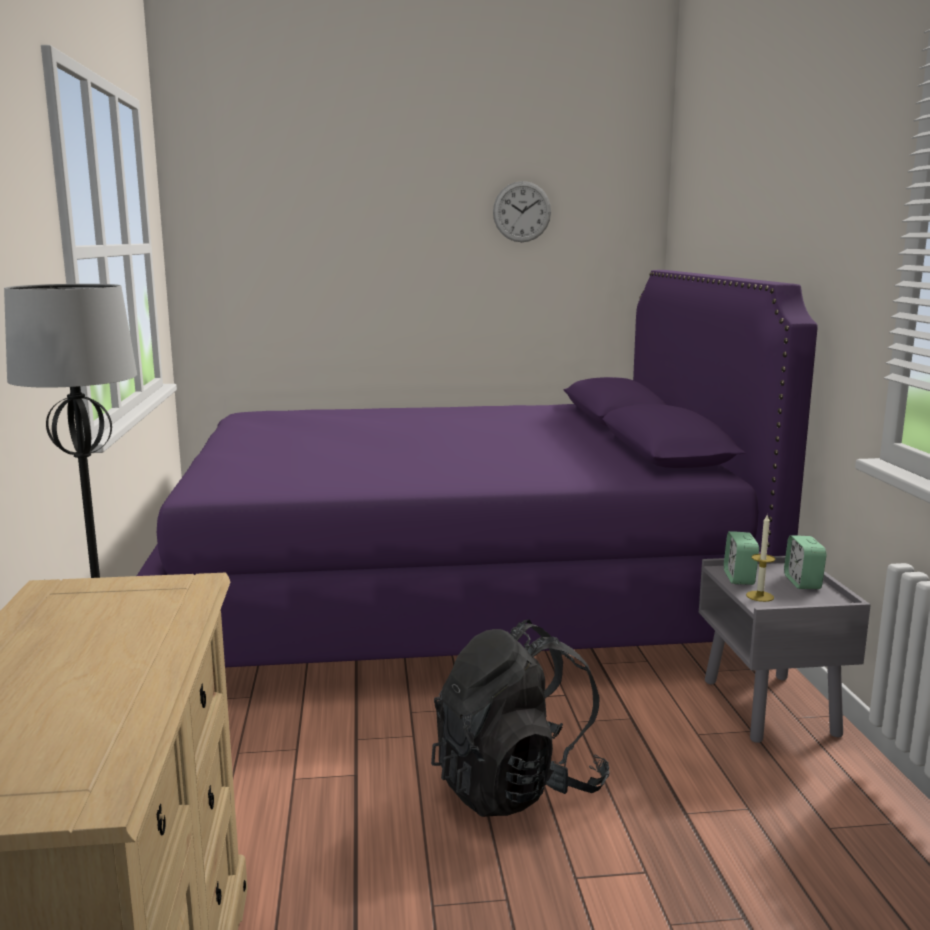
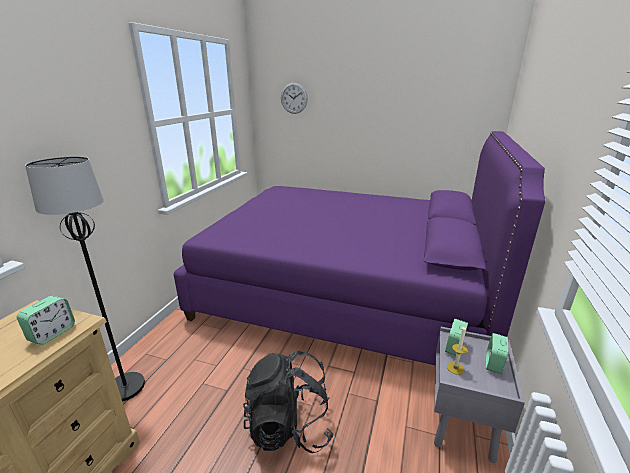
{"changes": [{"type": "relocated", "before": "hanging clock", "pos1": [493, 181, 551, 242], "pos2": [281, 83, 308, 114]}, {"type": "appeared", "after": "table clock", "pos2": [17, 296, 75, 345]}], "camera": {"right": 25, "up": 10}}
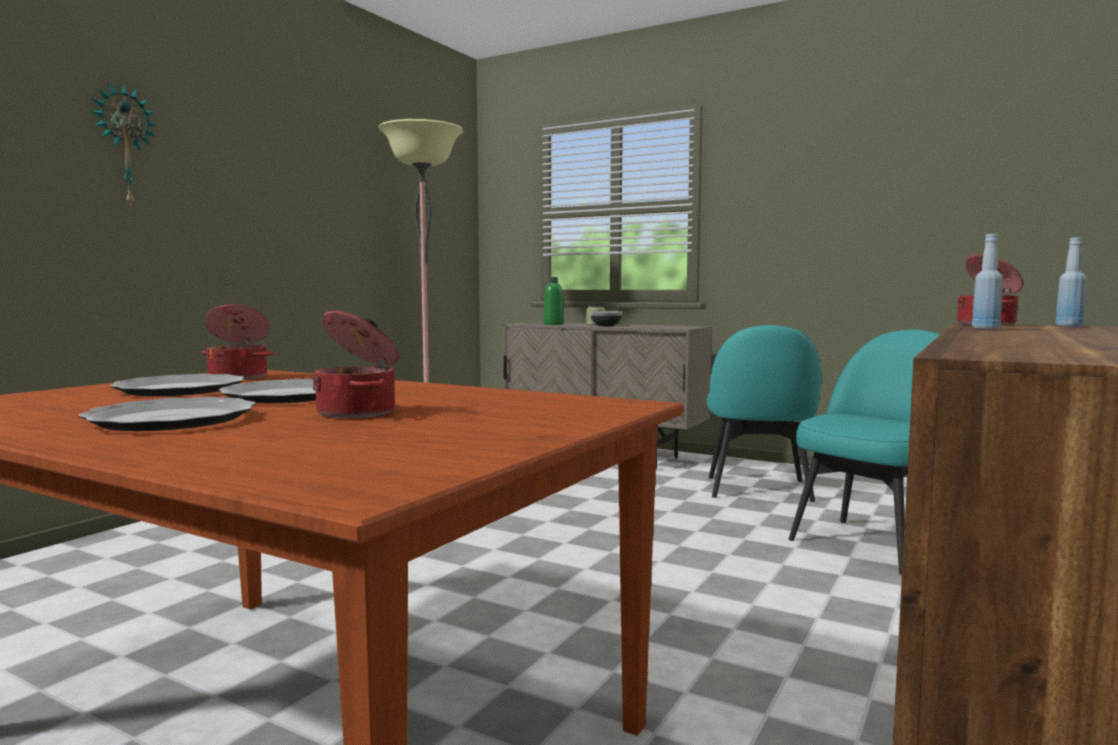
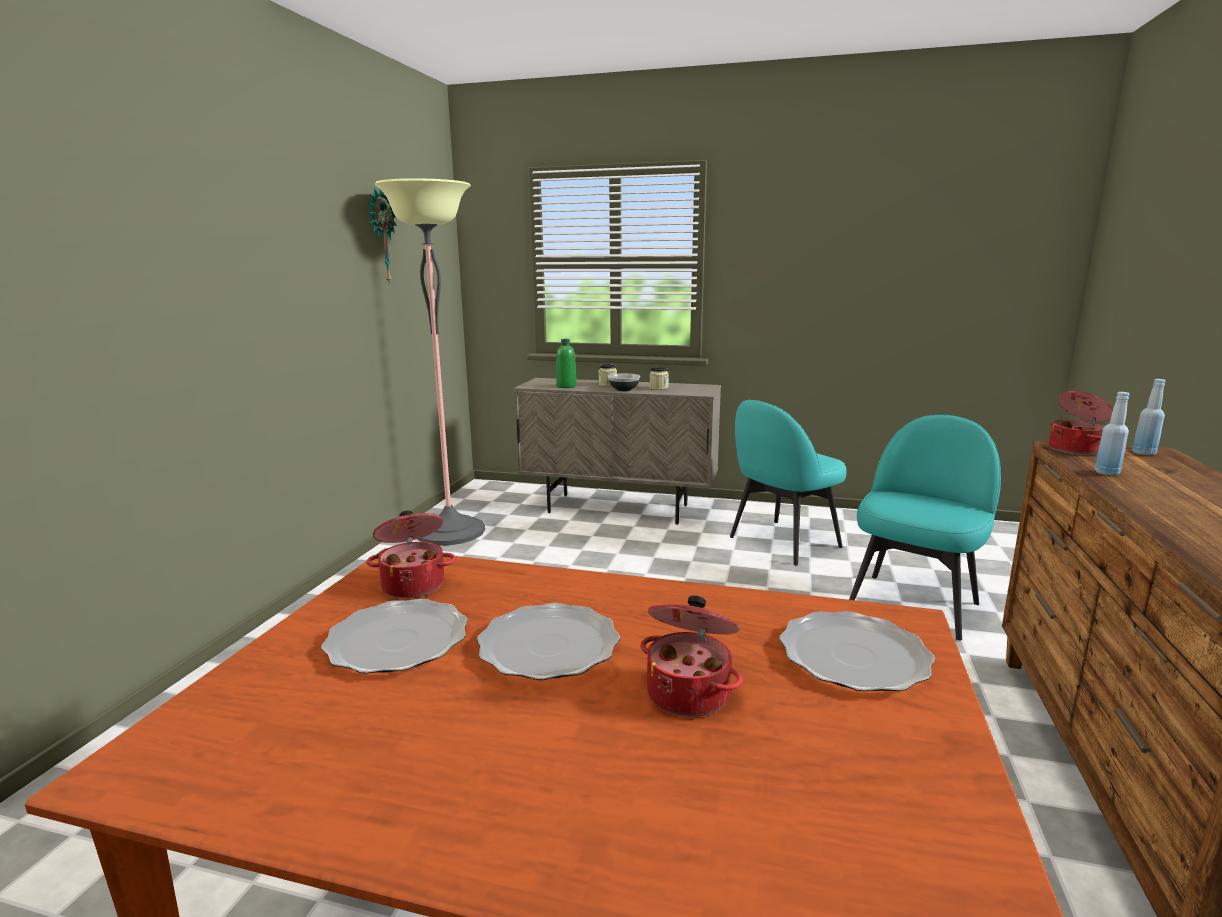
{"changes": [{"type": "relocated", "before": "hanging clock", "pos1": [90, 82, 158, 208], "pos2": [368, 188, 397, 285]}, {"type": "spun", "before": "blue-green chair", "pos1": [707, 325, 821, 502], "pos2": [730, 400, 847, 566], "turn": 60}, {"type": "relocated", "before": "flat dish", "pos1": [78, 397, 256, 431], "pos2": [779, 611, 935, 691]}, {"type": "appeared", "after": "jar", "pos2": [649, 367, 669, 390]}], "camera": {"right": -15, "up": 10}}
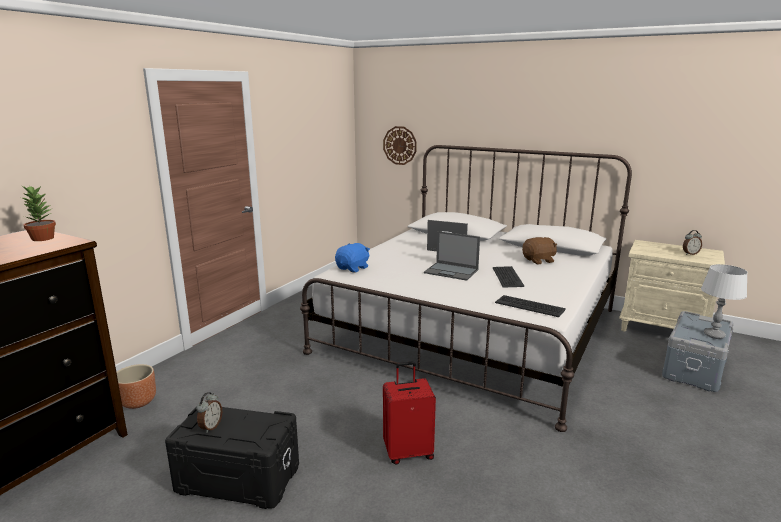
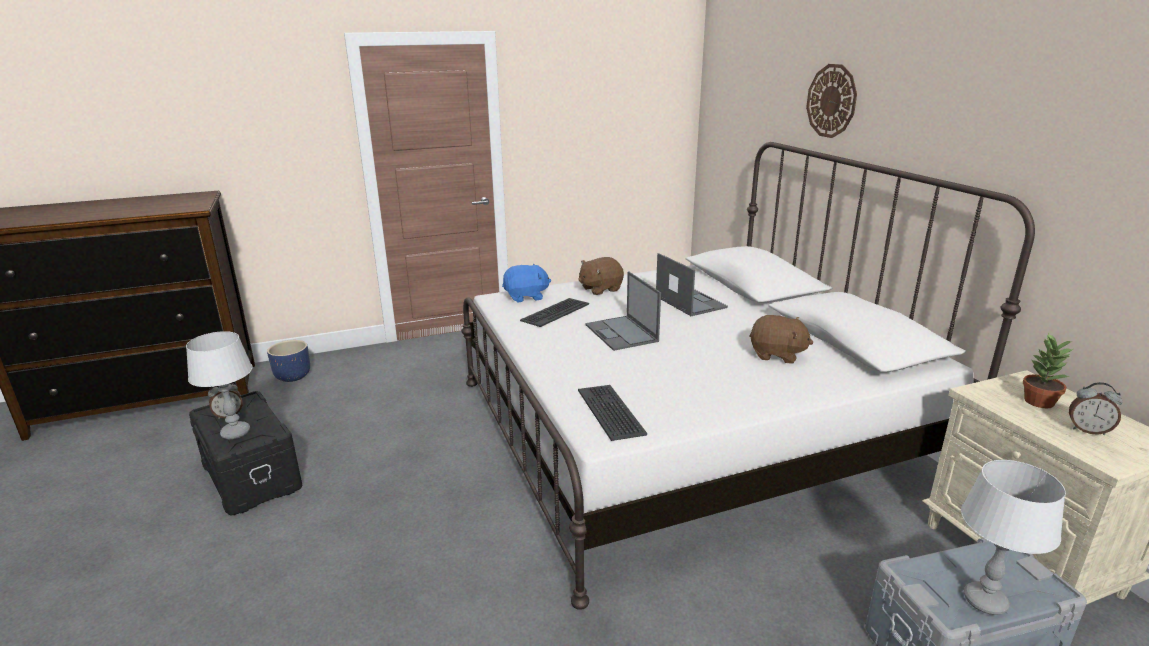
{"changes": [{"type": "relocated", "before": "hanging clock", "pos1": [383, 126, 417, 165], "pos2": [806, 64, 857, 138]}, {"type": "relocated", "before": "plant in a pot", "pos1": [22, 185, 56, 241], "pos2": [1023, 332, 1073, 409]}, {"type": "relocated", "before": "computer keyboard", "pos1": [493, 266, 524, 288], "pos2": [520, 298, 589, 327]}, {"type": "missing", "before": "reddish travel case", "pos1": [383, 362, 436, 465]}, {"type": "colour", "before": "brown plant pot", "after": "bluish plant pot", "pos1": [116, 364, 156, 409], "pos2": [267, 340, 310, 382]}, {"type": "appeared", "after": "brown plush toy", "pos2": [578, 257, 624, 295]}, {"type": "appeared", "after": "gray lamp for a table", "pos2": [186, 331, 253, 439]}], "camera": {"right": 40, "up": 5}}
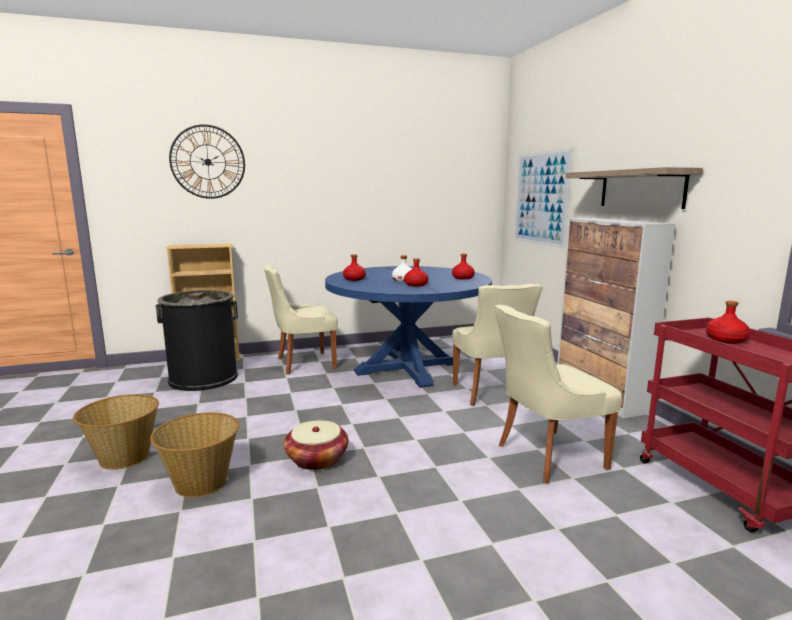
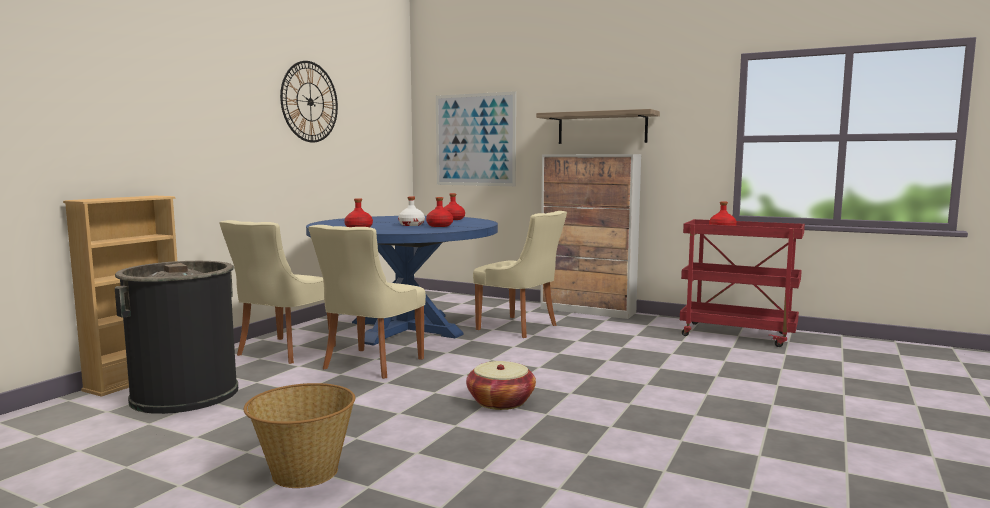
{"changes": [{"type": "relocated", "before": "hanging clock", "pos1": [169, 124, 245, 199], "pos2": [280, 61, 338, 142]}, {"type": "relocated", "before": "sand-coloured chair", "pos1": [494, 305, 622, 484], "pos2": [308, 225, 426, 379]}, {"type": "missing", "before": "household basket", "pos1": [150, 412, 240, 498]}], "camera": {"right": -45, "up": -5}}
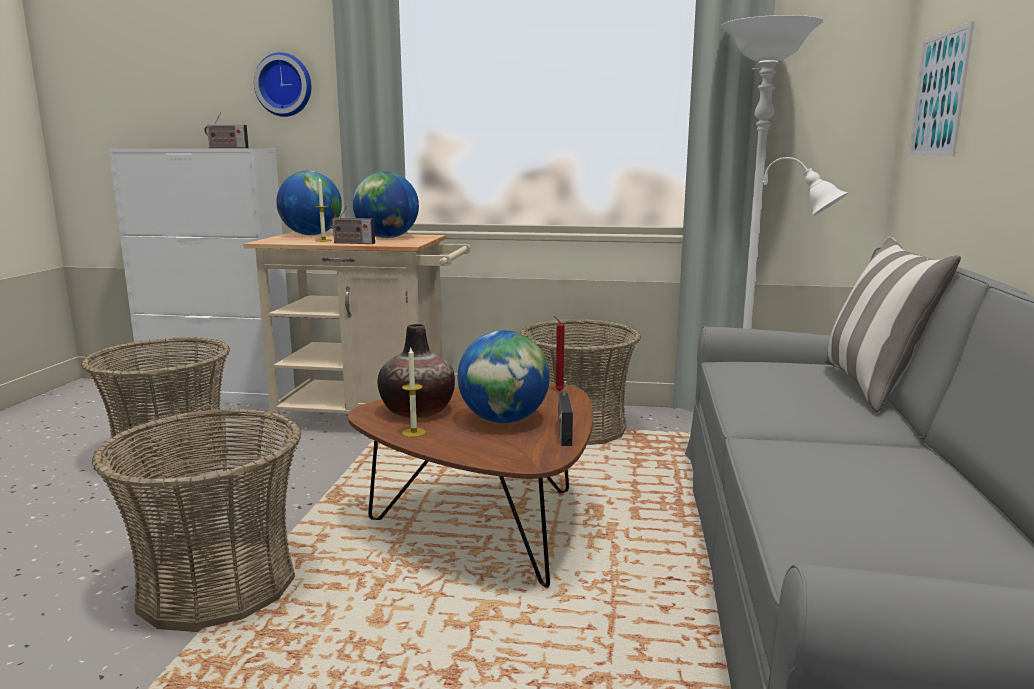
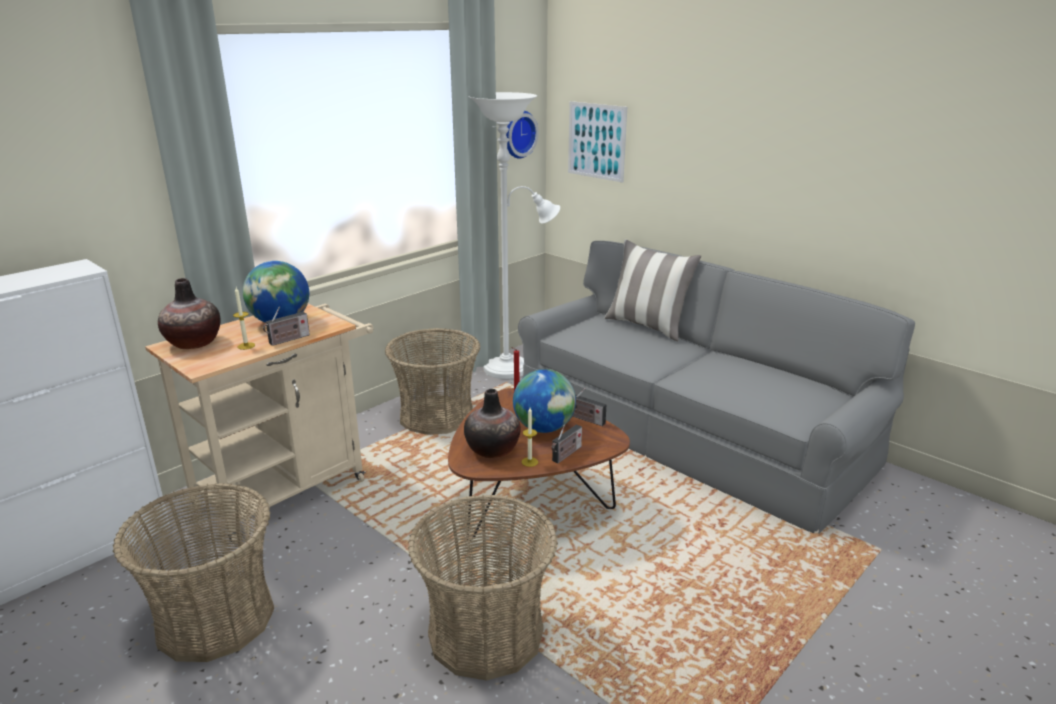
{"changes": [{"type": "relocated", "before": "hanging clock", "pos1": [254, 52, 311, 117], "pos2": [506, 111, 539, 158]}, {"type": "relocated", "before": "radio", "pos1": [204, 112, 249, 148], "pos2": [551, 424, 582, 463]}, {"type": "exchanged", "before": "world globe", "after": "decorative vase", "pos1": [276, 171, 342, 235], "pos2": [158, 278, 221, 349]}], "camera": {"right": -55, "up": 10}}
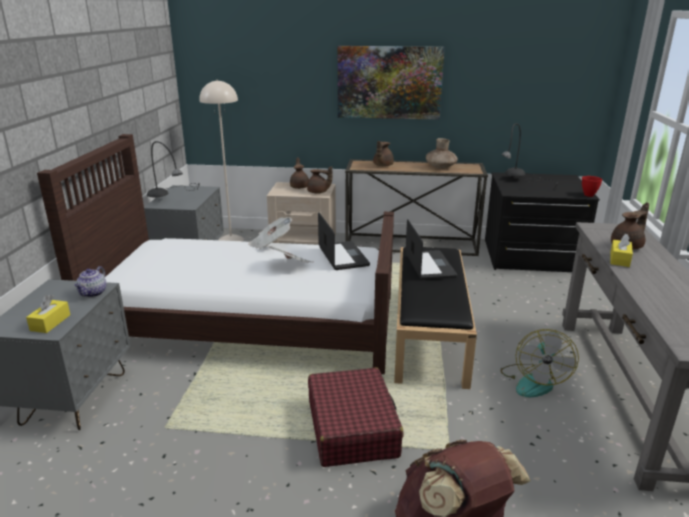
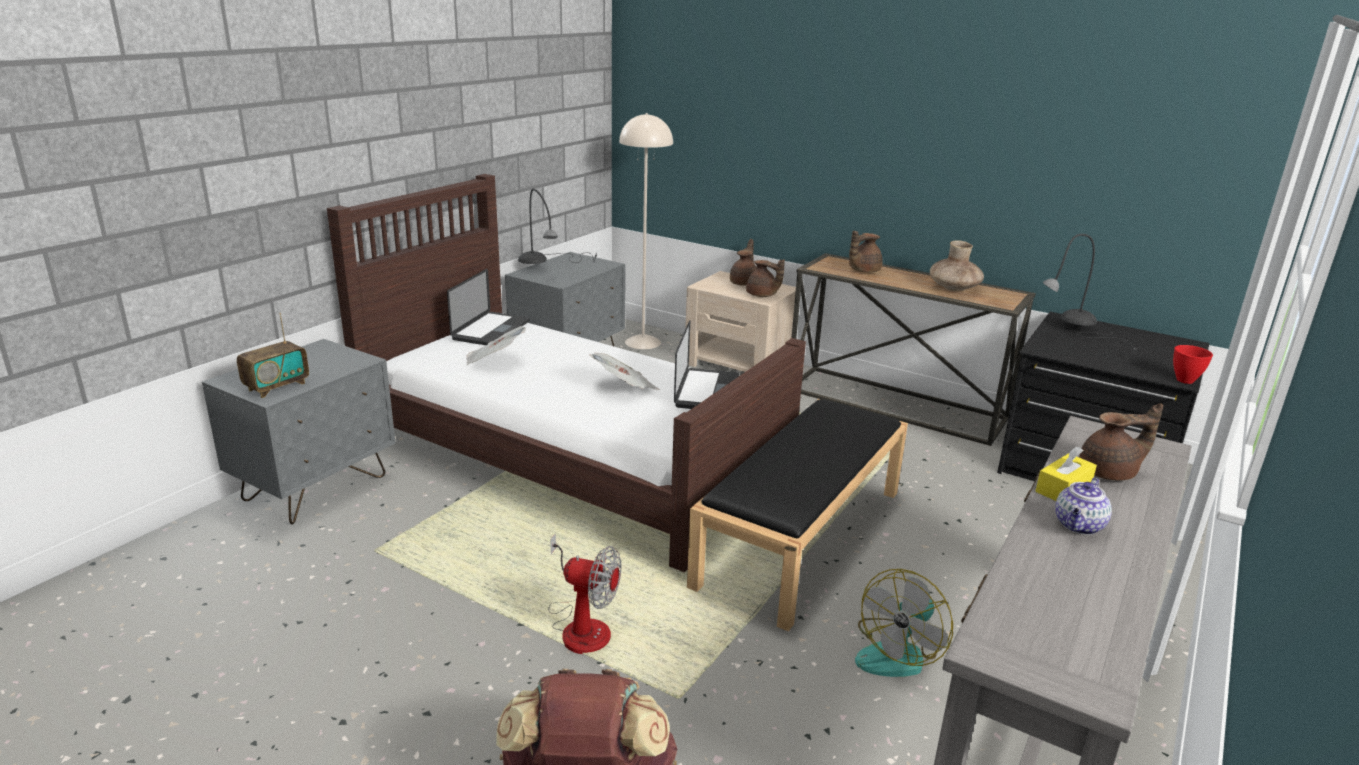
{"changes": [{"type": "missing", "before": "wall art", "pos1": [338, 46, 445, 120]}, {"type": "relocated", "before": "printed paper", "pos1": [248, 217, 292, 249], "pos2": [466, 326, 526, 365]}, {"type": "relocated", "before": "portable computer", "pos1": [405, 219, 457, 280], "pos2": [447, 269, 530, 345]}, {"type": "relocated", "before": "pot for tea", "pos1": [75, 266, 107, 297], "pos2": [1055, 478, 1112, 535]}, {"type": "exchanged", "before": "yellowish tissue holder", "after": "radio", "pos1": [26, 295, 70, 333], "pos2": [237, 313, 309, 398]}, {"type": "exchanged", "before": "reddish travel case", "after": "cooling fan", "pos1": [308, 367, 404, 467], "pos2": [548, 533, 621, 654]}], "camera": {"right": 25, "up": 0}}
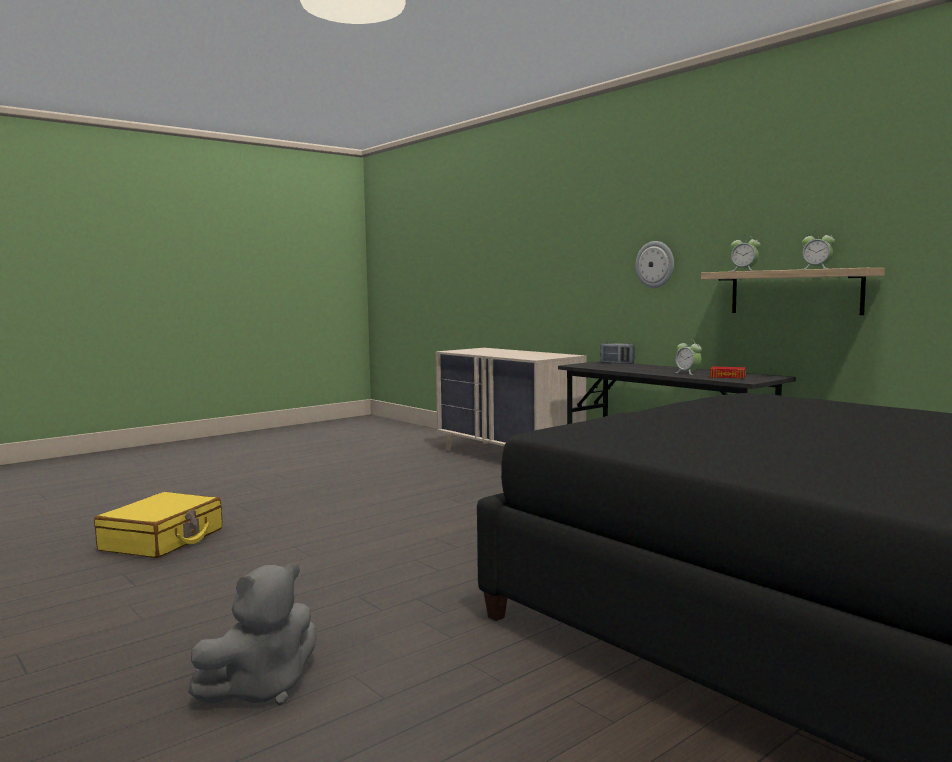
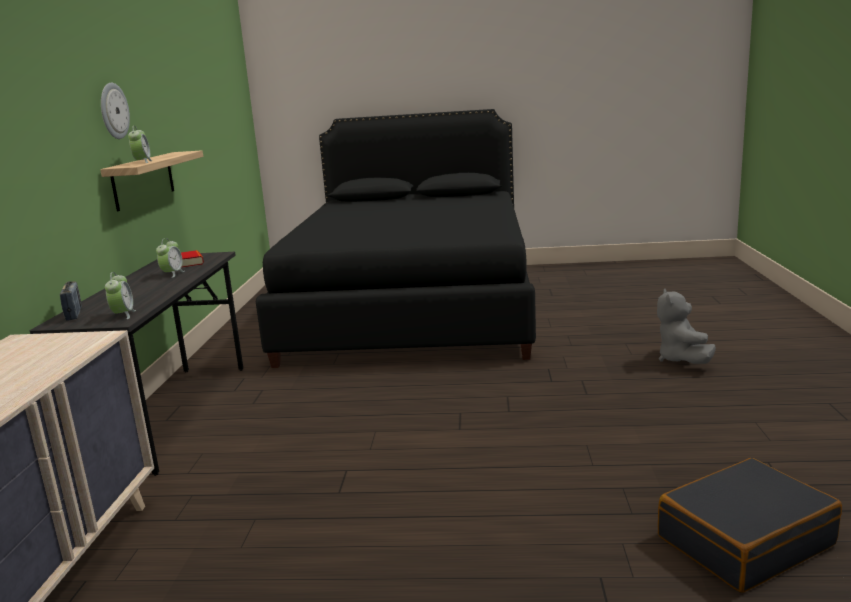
{"changes": [{"type": "relocated", "before": "table clock", "pos1": [802, 231, 835, 269], "pos2": [105, 272, 136, 319]}, {"type": "relocated", "before": "hanging clock", "pos1": [636, 241, 674, 288], "pos2": [101, 83, 130, 139]}, {"type": "colour", "before": "yellowish travel case", "after": "black travel case", "pos1": [94, 492, 222, 558], "pos2": [658, 458, 842, 593]}, {"type": "spun", "before": "gray plush toy", "pos1": [188, 563, 317, 705], "pos2": [657, 289, 716, 364], "turn": -90}], "camera": {"right": -135, "up": 10}}
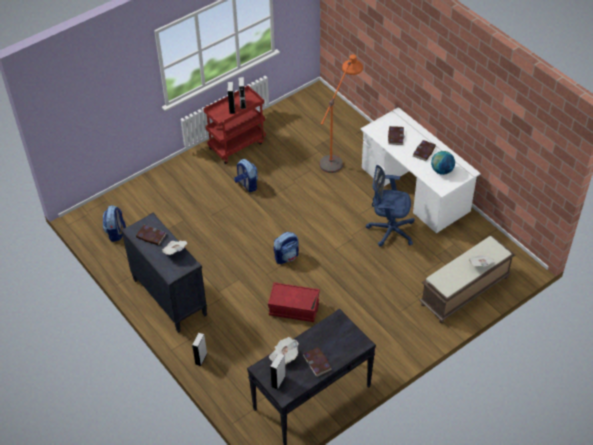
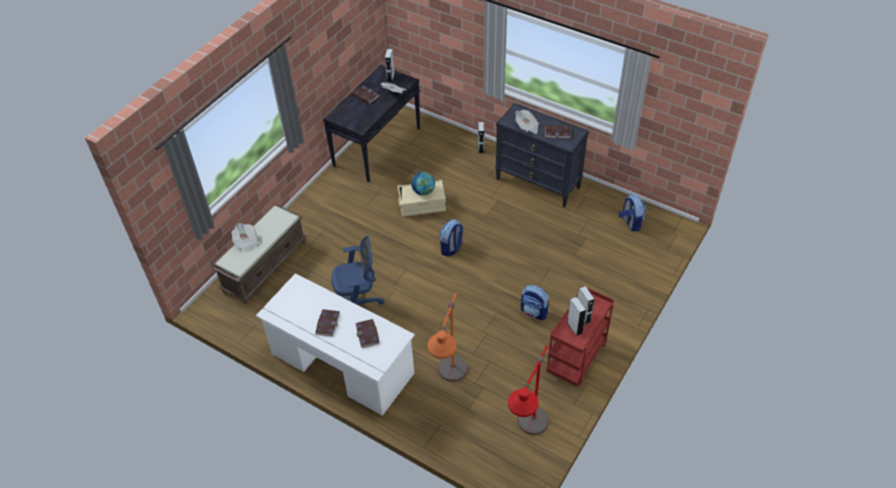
{"changes": [{"type": "relocated", "before": "world globe", "pos1": [431, 151, 455, 175], "pos2": [411, 172, 435, 196]}, {"type": "colour", "before": "reddish storage bin", "after": "sand-coloured storage bin", "pos1": [268, 282, 320, 322], "pos2": [398, 180, 446, 217]}, {"type": "appeared", "after": "reddish floor lamp", "pos2": [508, 346, 549, 435]}], "camera": {"right": 160, "up": 0}}
